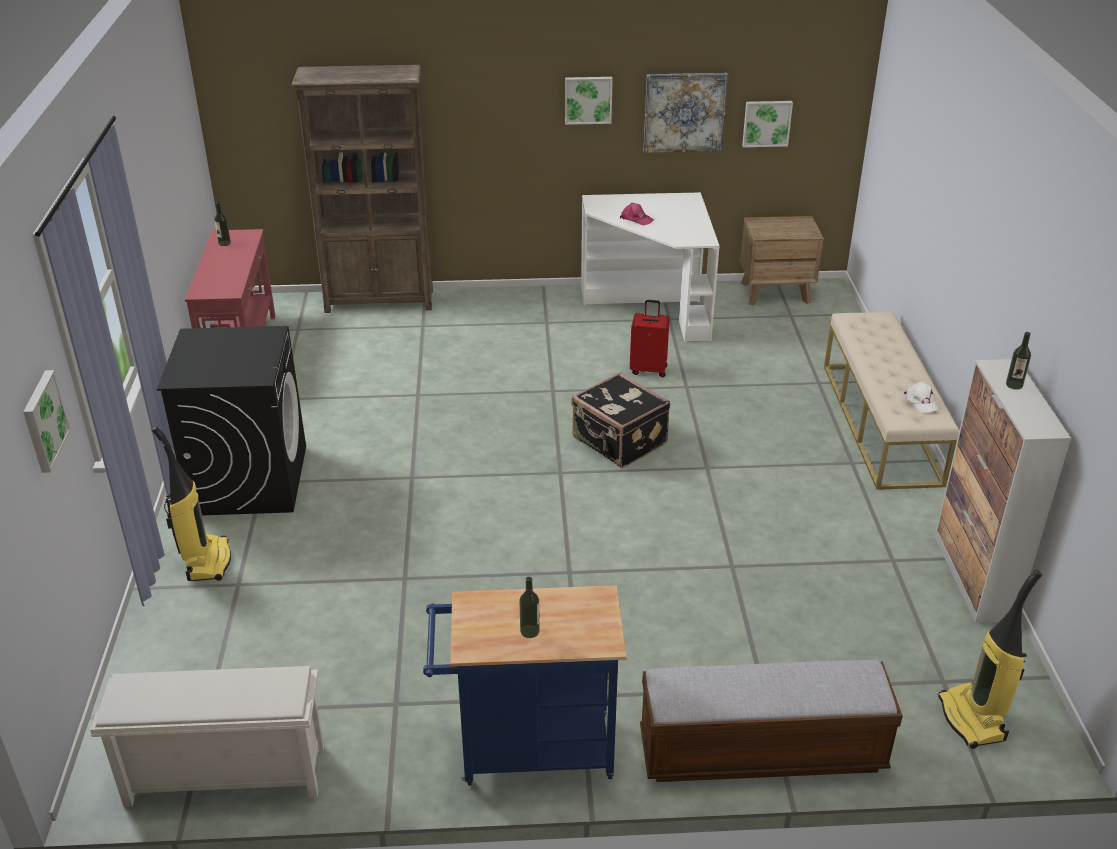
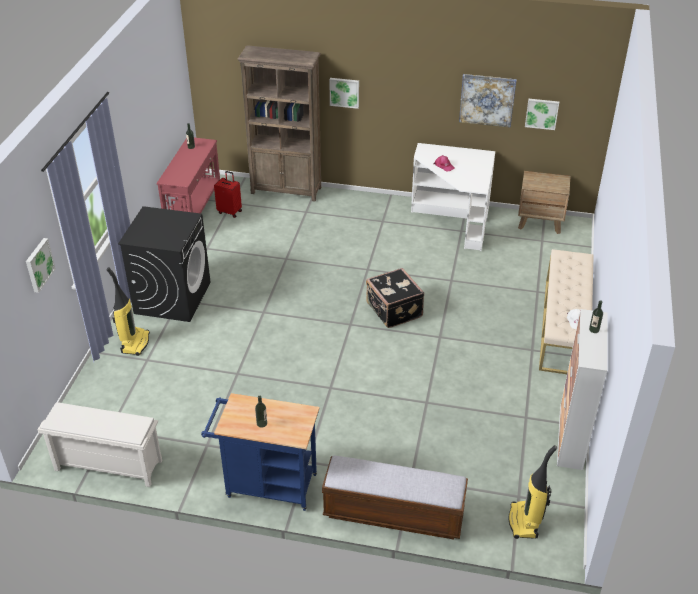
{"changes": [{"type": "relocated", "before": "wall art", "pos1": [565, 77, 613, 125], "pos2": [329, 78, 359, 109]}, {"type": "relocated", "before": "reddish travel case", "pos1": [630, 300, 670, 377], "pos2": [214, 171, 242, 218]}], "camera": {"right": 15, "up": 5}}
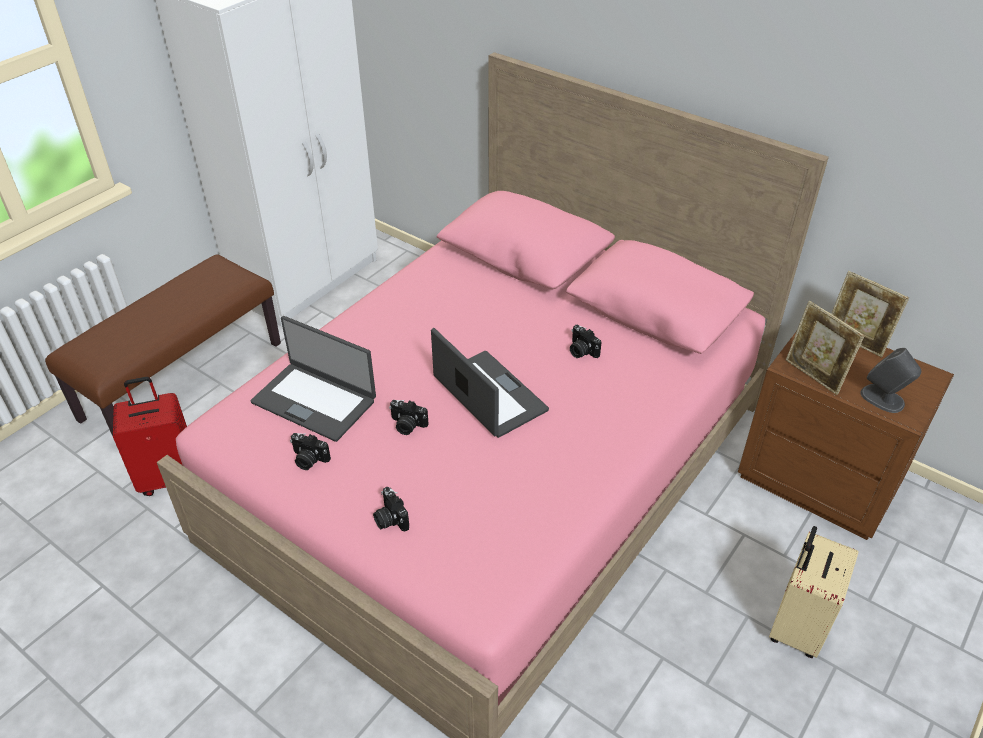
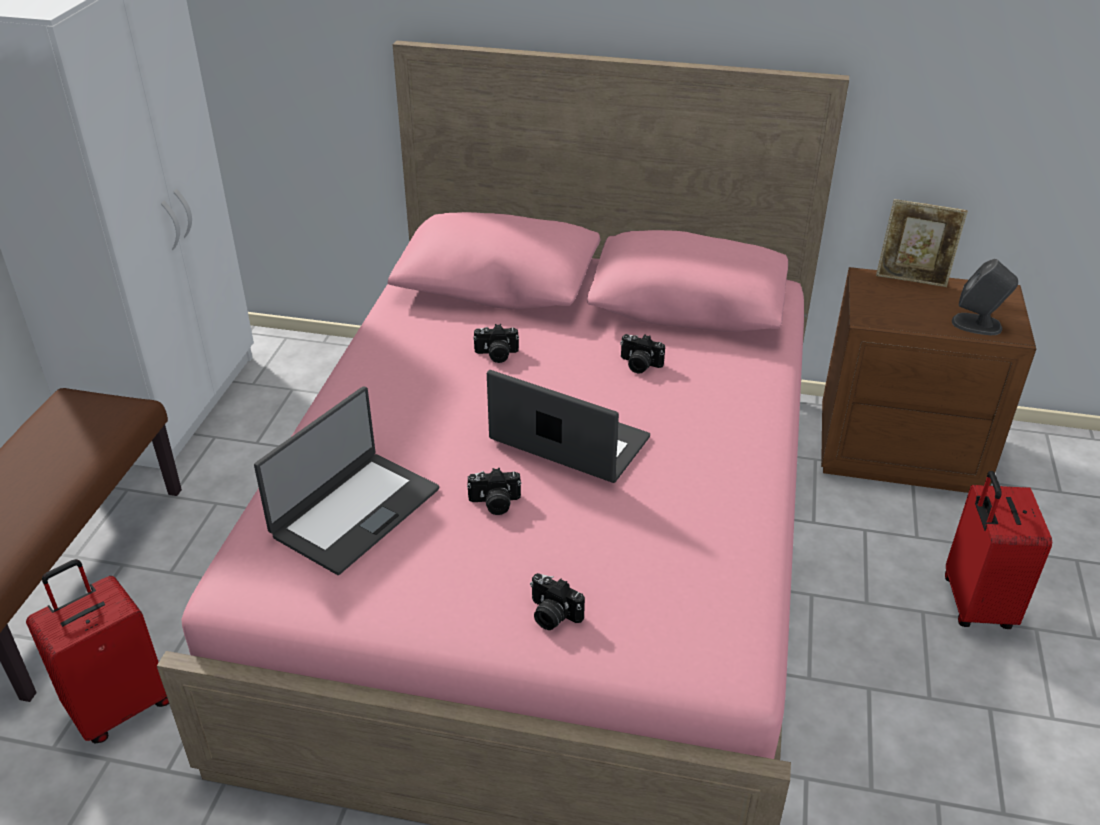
{"changes": [{"type": "missing", "before": "standing frame", "pos1": [786, 301, 865, 395]}, {"type": "spun", "before": "portable computer", "pos1": [251, 316, 376, 442], "pos2": [254, 386, 439, 575], "turn": -60}, {"type": "relocated", "before": "still camera", "pos1": [290, 433, 331, 470], "pos2": [473, 324, 519, 363]}, {"type": "colour", "before": "sand-coloured travel case", "after": "reddish travel case", "pos1": [769, 526, 859, 658], "pos2": [945, 471, 1052, 629]}], "camera": {"right": -25, "up": -5}}
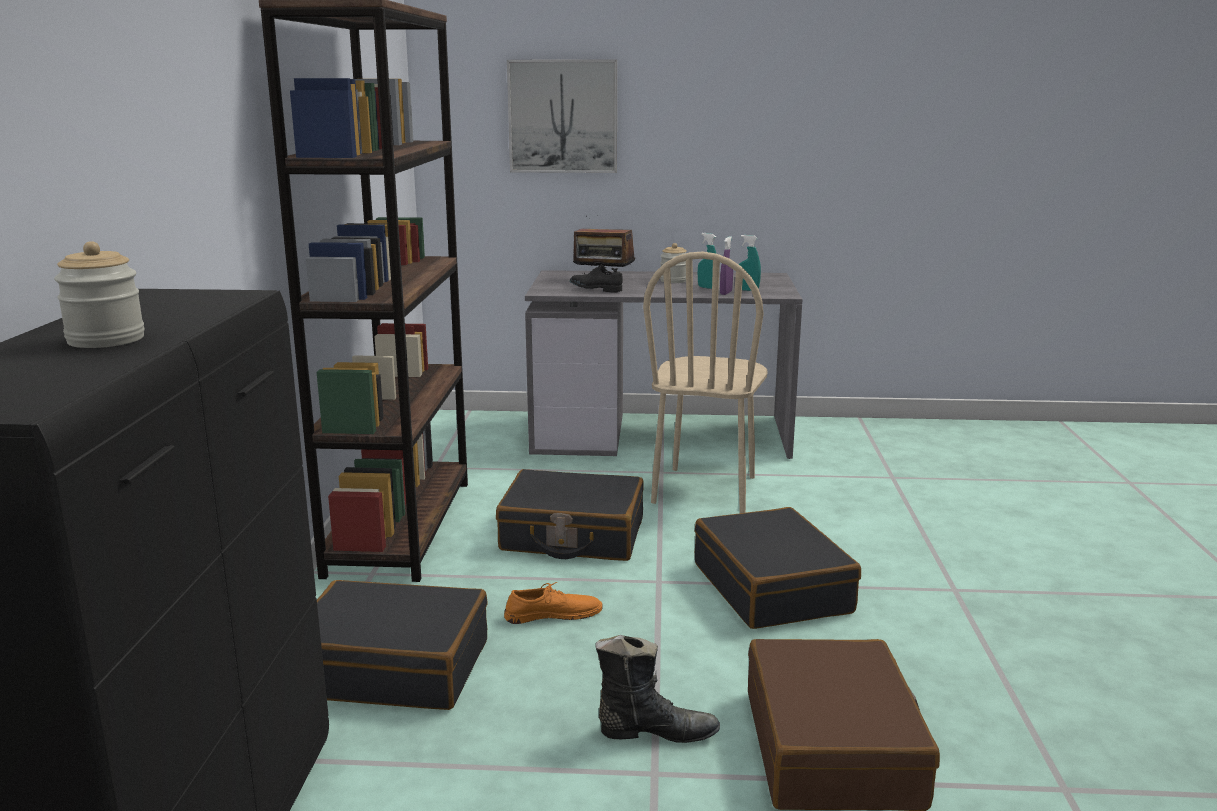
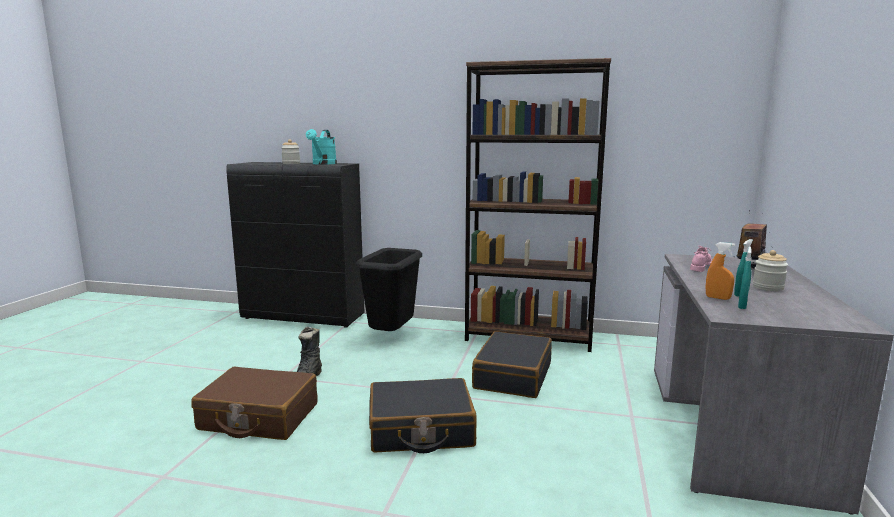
{"changes": [{"type": "missing", "before": "wall art", "pos1": [507, 60, 617, 173]}, {"type": "colour", "before": "purplish spray bottle", "after": "orangey spray bottle", "pos1": [720, 236, 733, 295], "pos2": [706, 242, 735, 300]}, {"type": "missing", "before": "sand-coloured chair", "pos1": [643, 252, 768, 513]}, {"type": "colour", "before": "black shoe", "after": "pink-coloured shoe", "pos1": [569, 264, 623, 293], "pos2": [690, 246, 712, 272]}, {"type": "exchanged", "before": "black travel case", "after": "black trash can", "pos1": [317, 580, 488, 710], "pos2": [356, 248, 422, 331]}, {"type": "missing", "before": "orangey shoe", "pos1": [504, 582, 603, 624]}, {"type": "appeared", "after": "blue-green sprinkling can", "pos2": [306, 129, 337, 165]}], "camera": {"right": 100, "up": -5}}
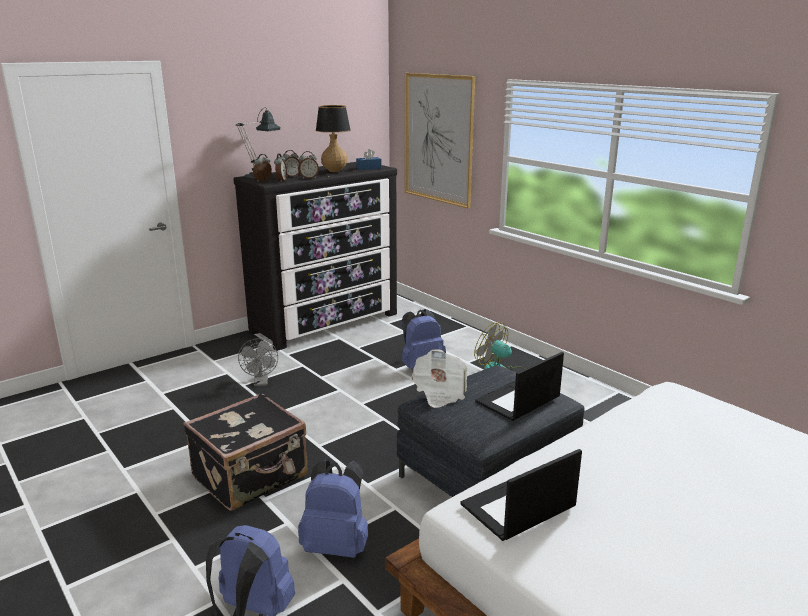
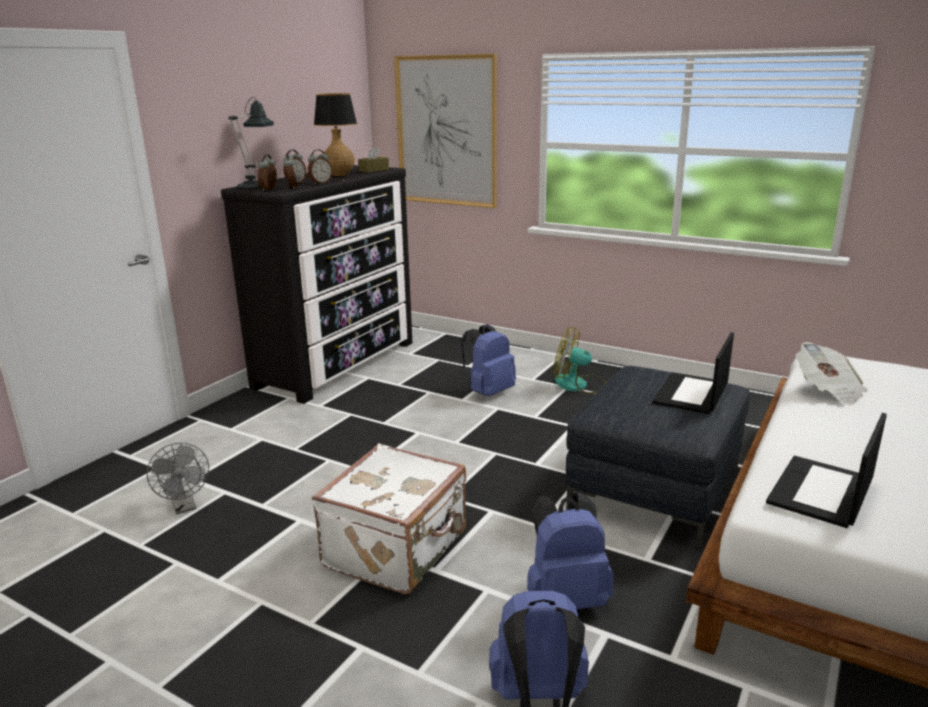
{"changes": [{"type": "colour", "before": "bluish tissue holder", "after": "brown tissue holder", "pos1": [356, 149, 381, 170], "pos2": [358, 147, 389, 172]}, {"type": "relocated", "before": "gray cooling fan", "pos1": [238, 338, 278, 386], "pos2": [146, 443, 209, 514]}, {"type": "relocated", "before": "printed paper", "pos1": [411, 349, 467, 408], "pos2": [795, 342, 868, 406]}, {"type": "colour", "before": "black travel case", "after": "whitish travel case", "pos1": [184, 393, 308, 511], "pos2": [312, 443, 466, 594]}], "camera": {"right": -20, "up": 0}}
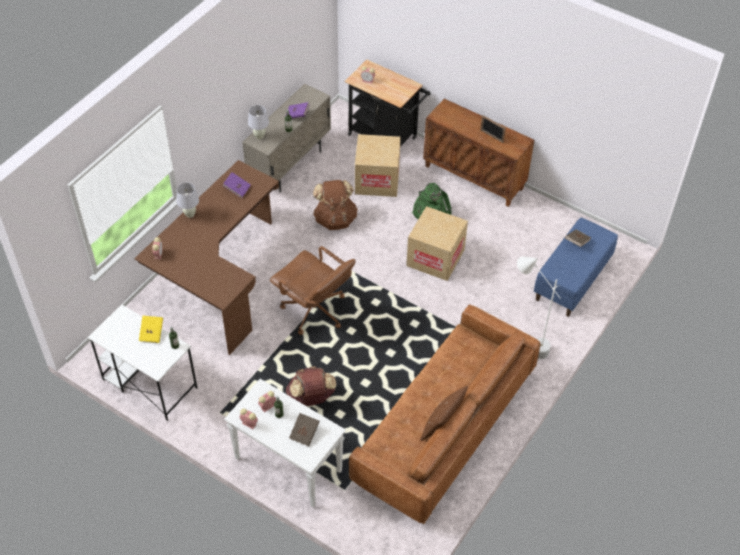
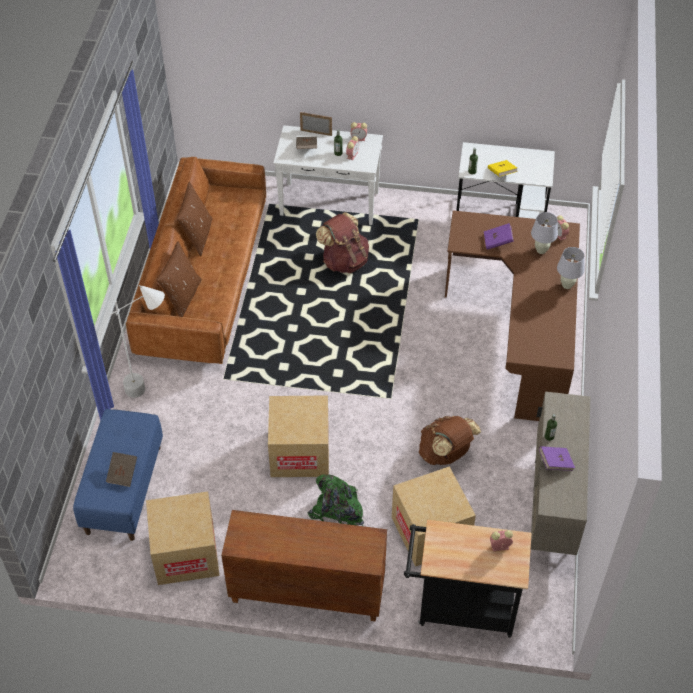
{"changes": [{"type": "relocated", "before": "whitish lamp for a table", "pos1": [248, 105, 269, 139], "pos2": [531, 212, 558, 254]}, {"type": "relocated", "before": "standing frame", "pos1": [480, 115, 506, 143], "pos2": [300, 112, 332, 136]}, {"type": "relocated", "before": "purplish volume", "pos1": [222, 172, 251, 198], "pos2": [484, 223, 514, 250]}, {"type": "missing", "before": "brown desk chair", "pos1": [270, 246, 355, 335]}, {"type": "appeared", "after": "brown pillow", "pos2": [156, 241, 202, 317]}, {"type": "appeared", "after": "packing box", "pos2": [146, 491, 220, 585]}], "camera": {"right": 155, "up": 0}}
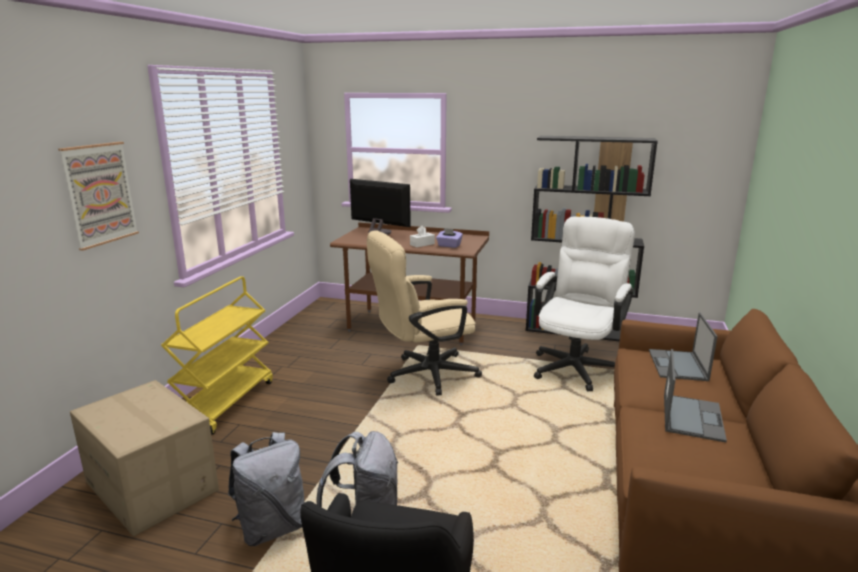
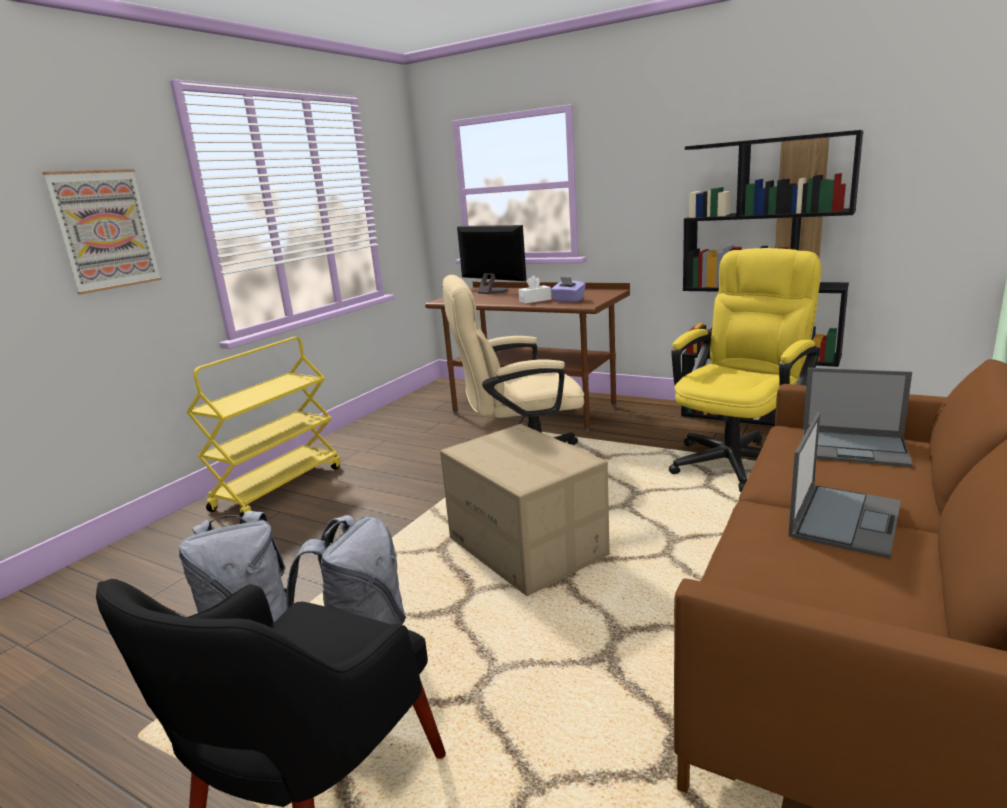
{"changes": [{"type": "colour", "before": "whitish desk chair", "after": "yellowish desk chair", "pos1": [534, 216, 635, 391], "pos2": [669, 248, 821, 492]}, {"type": "spun", "before": "portable computer", "pos1": [649, 312, 718, 381], "pos2": [803, 368, 912, 467], "turn": -90}, {"type": "relocated", "before": "packing box", "pos1": [70, 380, 219, 536], "pos2": [440, 424, 610, 596]}], "camera": {"right": 15, "up": 0}}
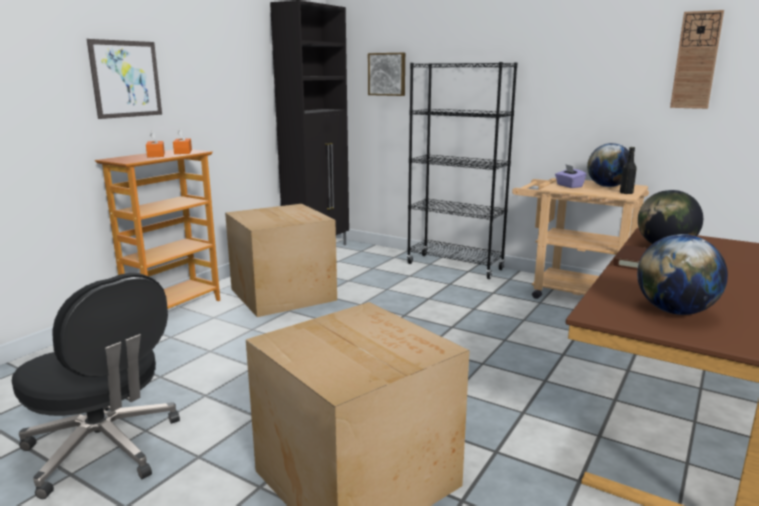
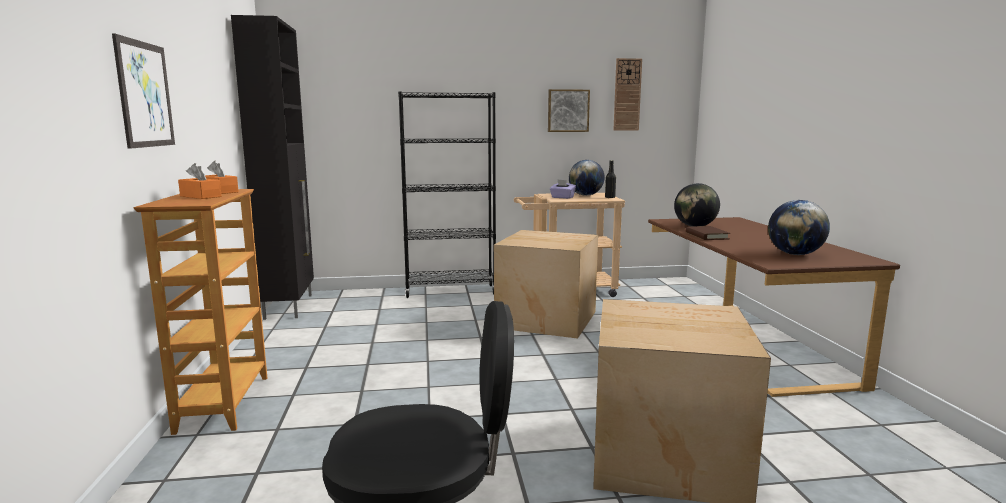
{"changes": [{"type": "relocated", "before": "wall art", "pos1": [368, 53, 405, 96], "pos2": [548, 89, 590, 132]}, {"type": "relocated", "before": "packing box", "pos1": [225, 204, 337, 317], "pos2": [494, 230, 598, 339]}], "camera": {"right": -40, "up": -5}}
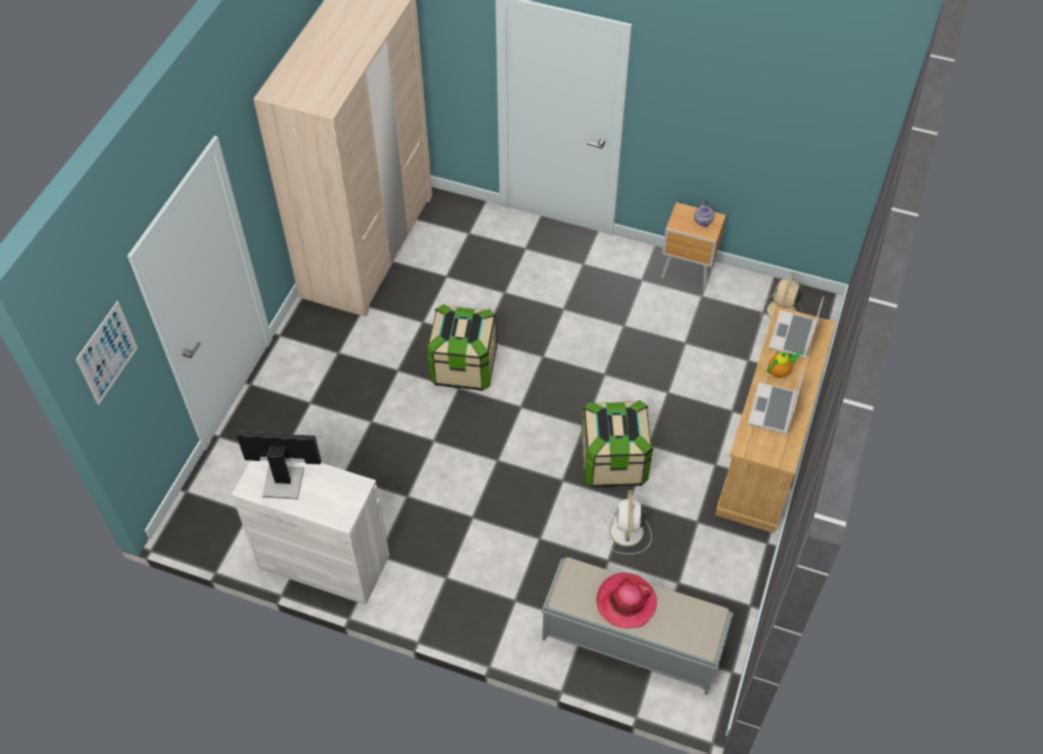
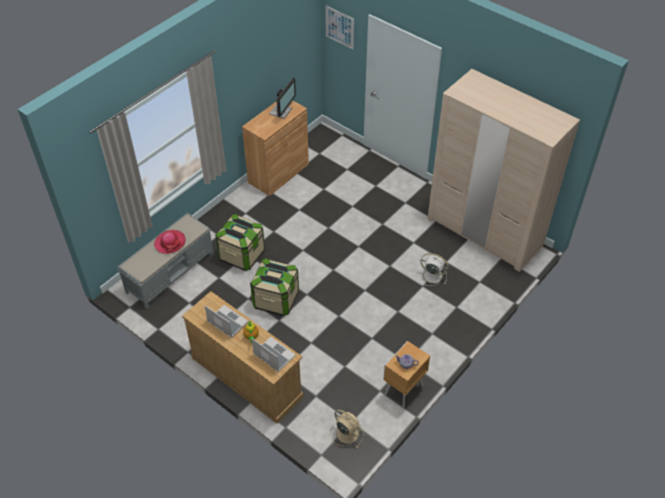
{"changes": [{"type": "relocated", "before": "storage bin", "pos1": [426, 304, 497, 391], "pos2": [215, 214, 265, 271]}, {"type": "colour", "before": "whitish storage cabinet", "after": "brown storage cabinet", "pos1": [231, 460, 390, 605], "pos2": [242, 100, 309, 196]}, {"type": "relocated", "before": "whitish cooling fan", "pos1": [602, 490, 652, 554], "pos2": [418, 253, 449, 286]}], "camera": {"right": 110, "up": -5}}
